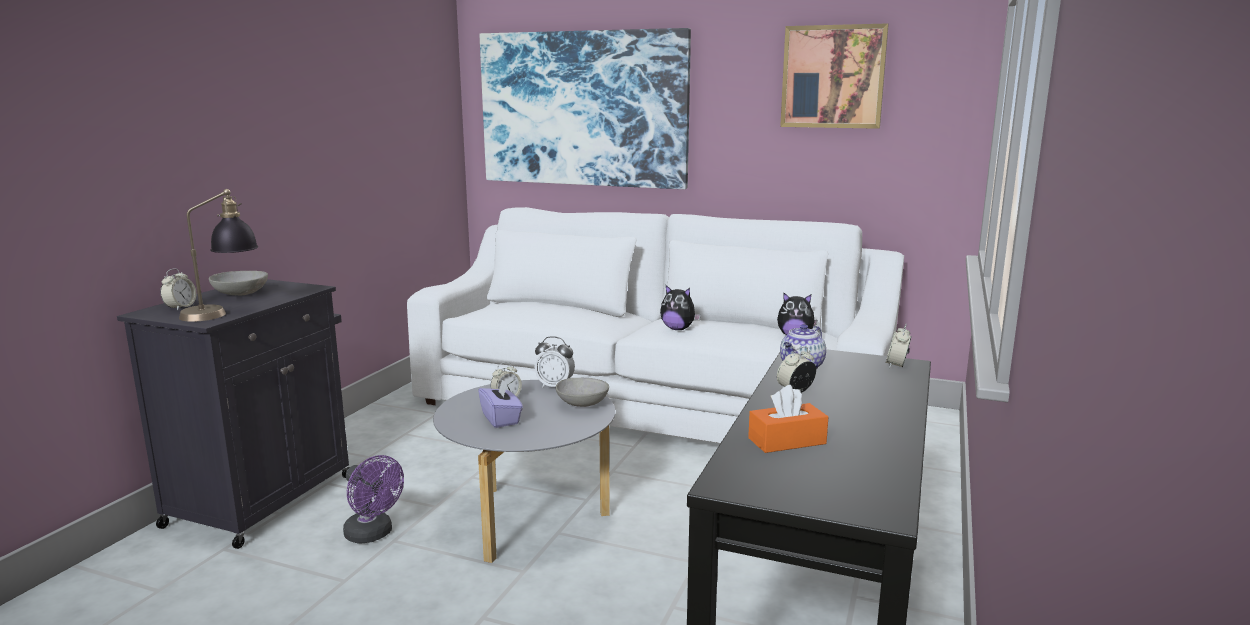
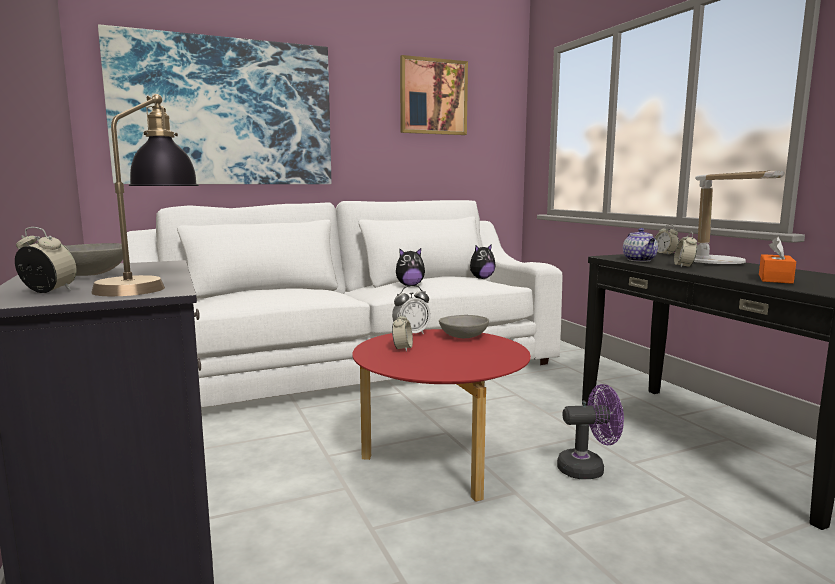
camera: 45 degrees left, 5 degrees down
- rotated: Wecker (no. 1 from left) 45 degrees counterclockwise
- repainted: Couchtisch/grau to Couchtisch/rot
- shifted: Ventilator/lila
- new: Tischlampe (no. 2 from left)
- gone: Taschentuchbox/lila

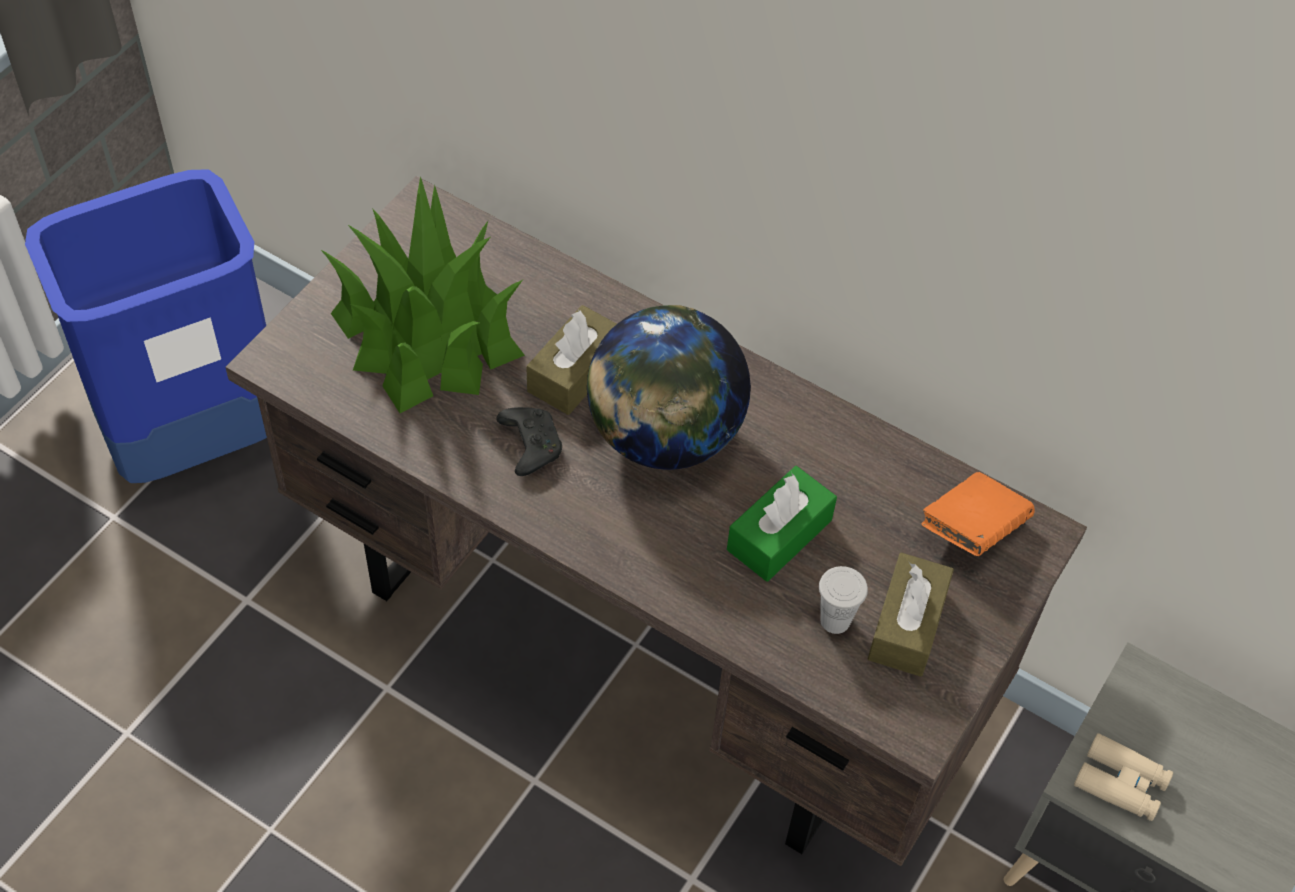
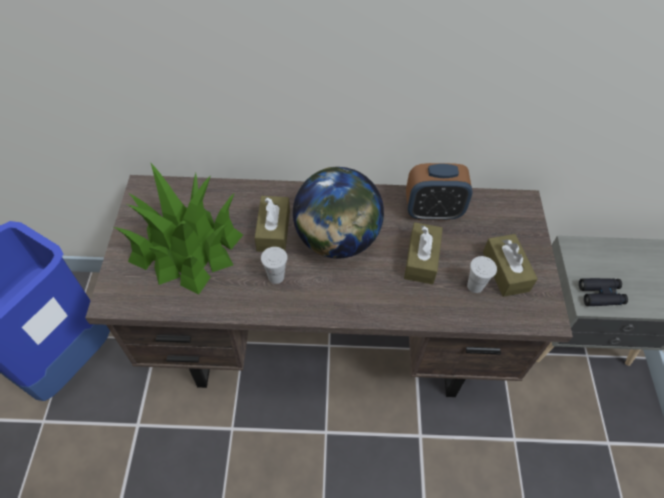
camera: 30 degrees left, 0 degrees up
- swapped: Gamepad/schwarz to Tasse/weiß (no. 1 from left)
- repainted: Taschentuchbox/grün to Taschentuchbox/braun (no. 2 from left)
- new: Wecker
- repainted: Fernglas/beige to Fernglas/schwarz
- gone: Buch/orange

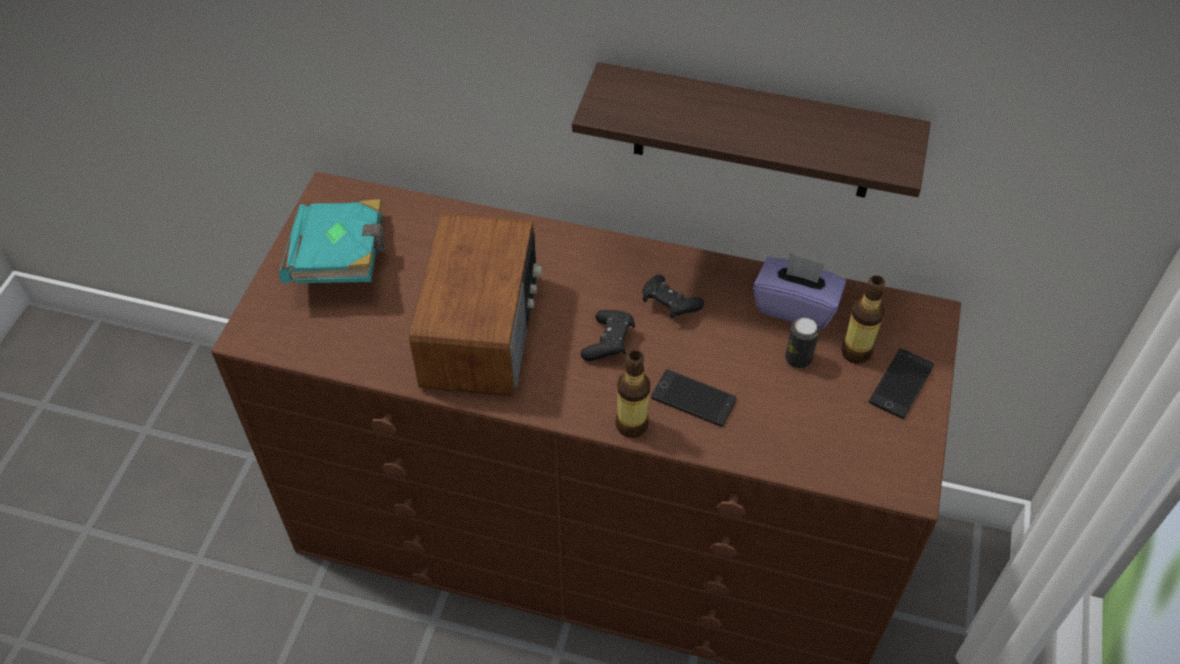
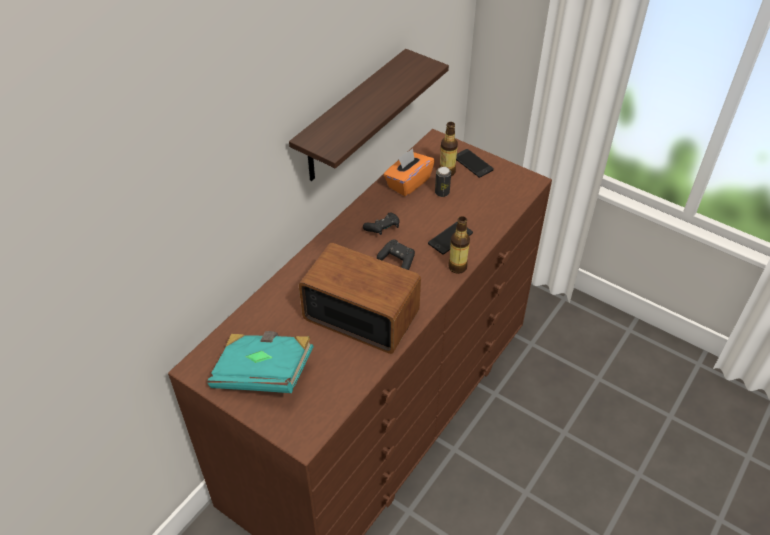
camera: 70 degrees left, 5 degrees down
- repainted: Taschentuchbox/lila to Taschentuchbox/orange

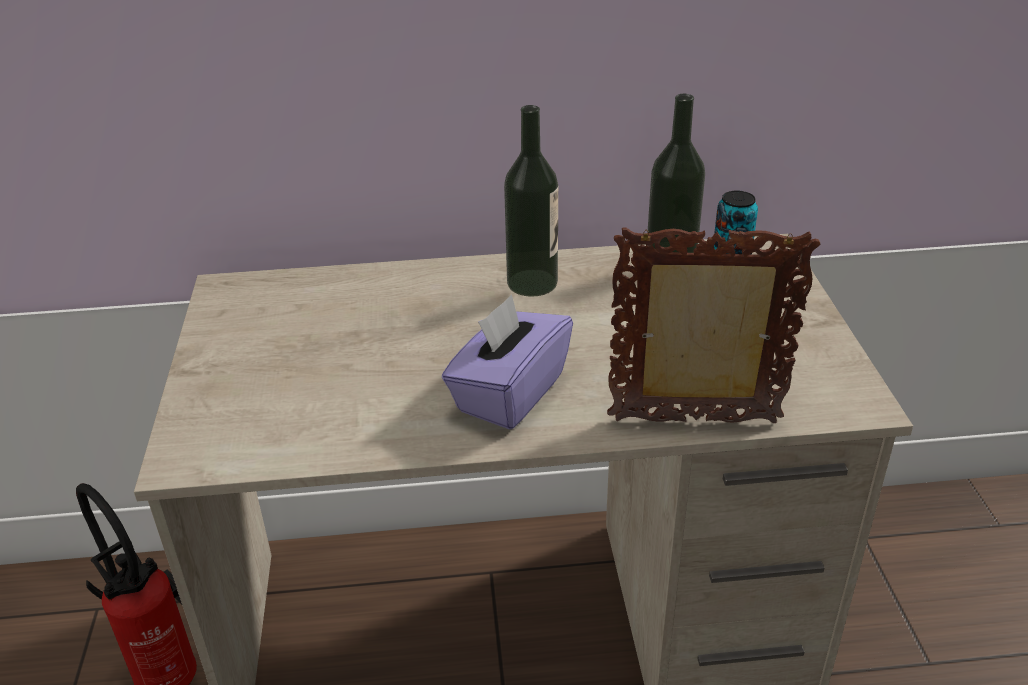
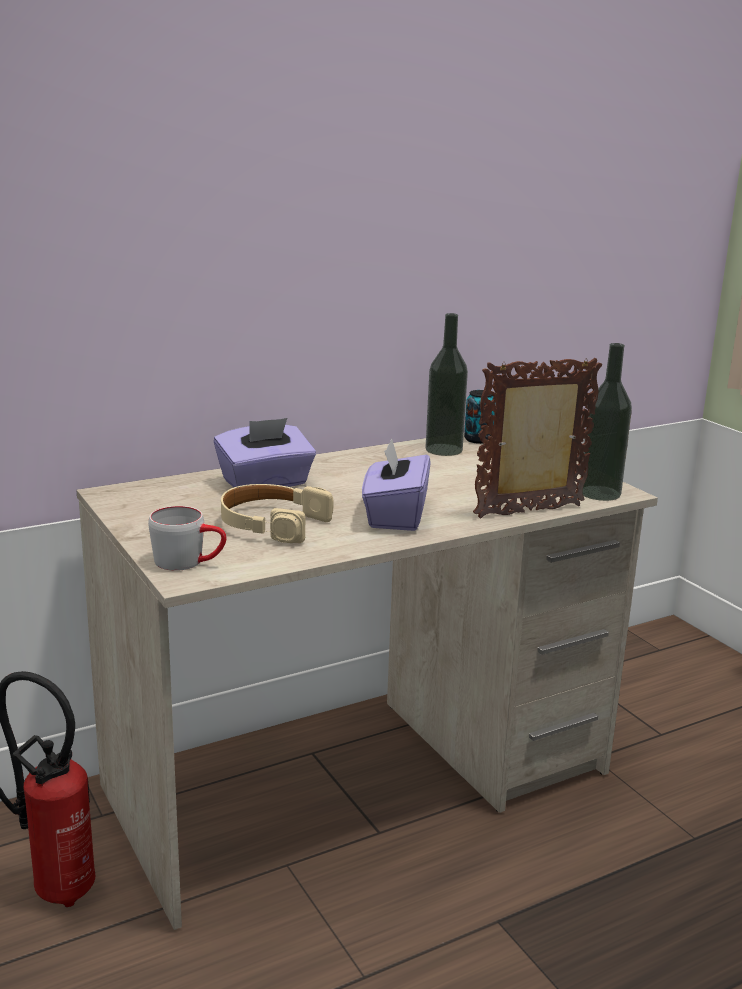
camera: 25 degrees left, 15 degrees down
- new: Henkelbecher/grau
- new: Taschentuchbox/lila (no. 1 from left)
- new: Kopfhörer/beige
- shifted: Flasche (no. 1 from left in the first image) to Flasche (no. 2 from left)

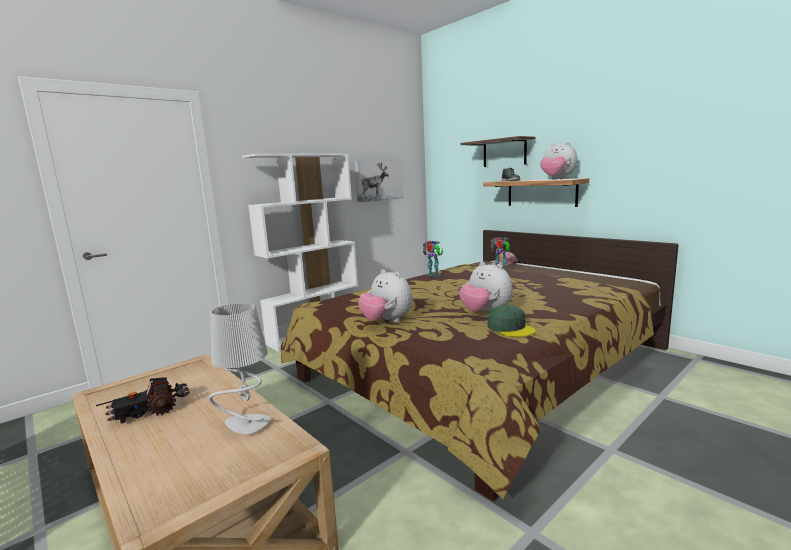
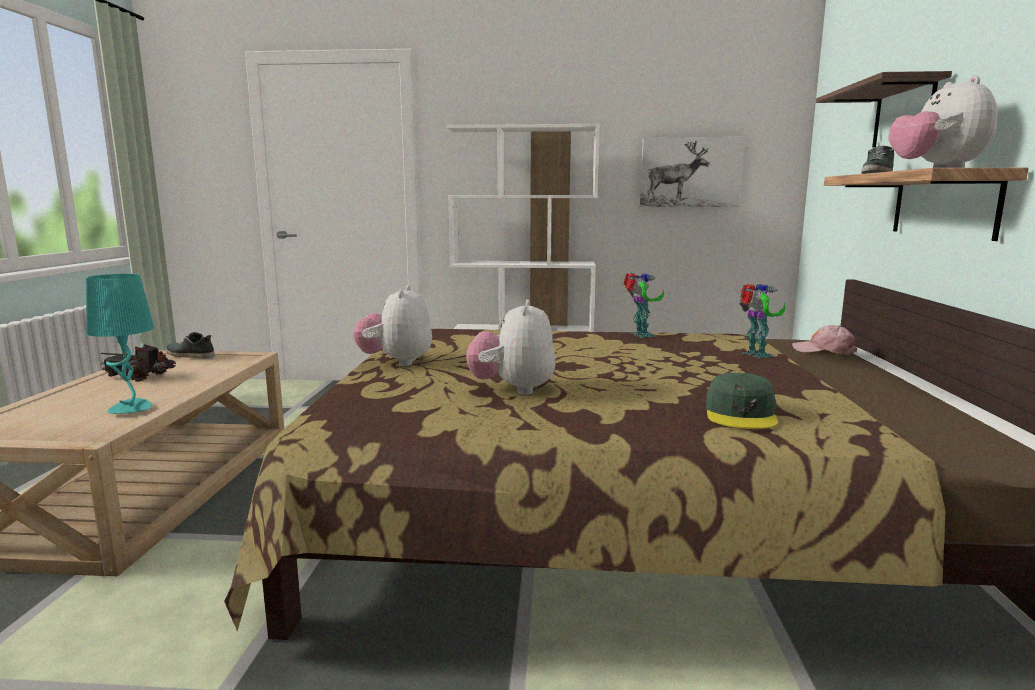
camera: 45 degrees right, 0 degrees up
- repainted: Tischlampe/grau to Tischlampe/türkis
- new: Schuh (no. 1 from left)
- shifted: Kappe/grün

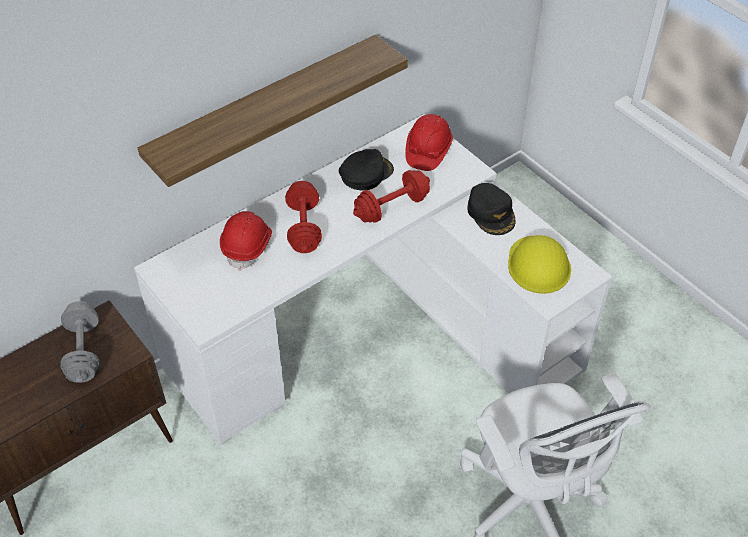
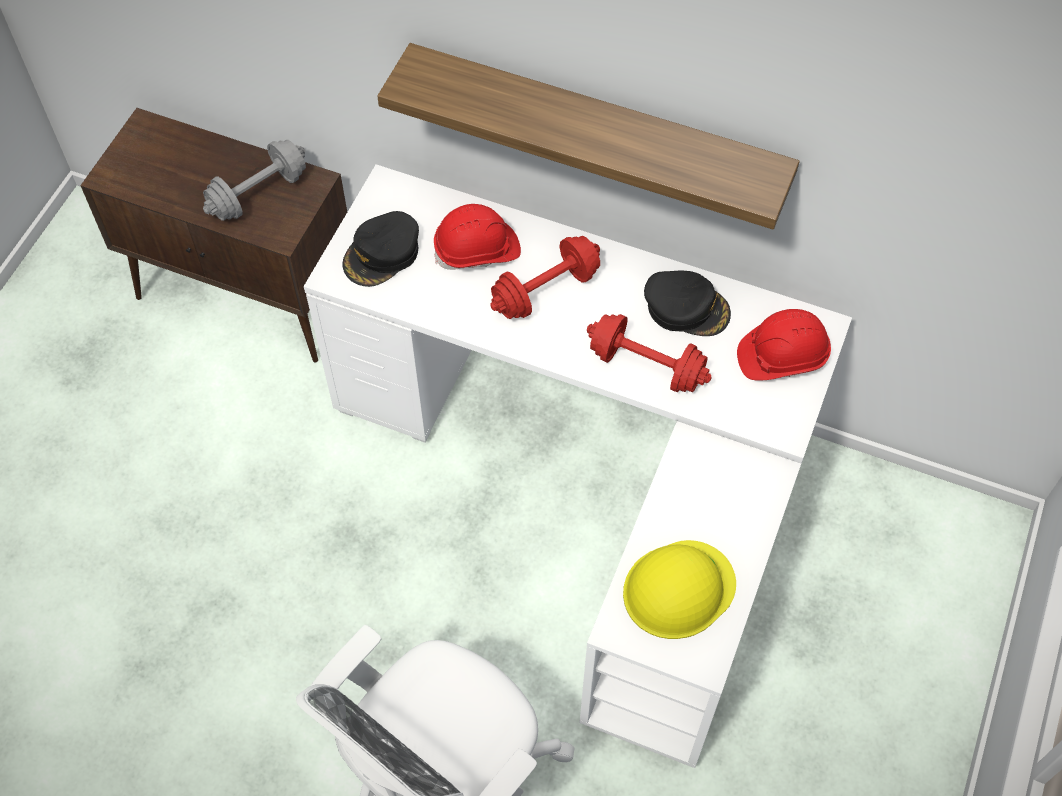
camera: 60 degrees right, 10 degrees up
- shifted: Kappe/schwarz (no. 2 from left in the first image) to Kappe/schwarz (no. 1 from left)

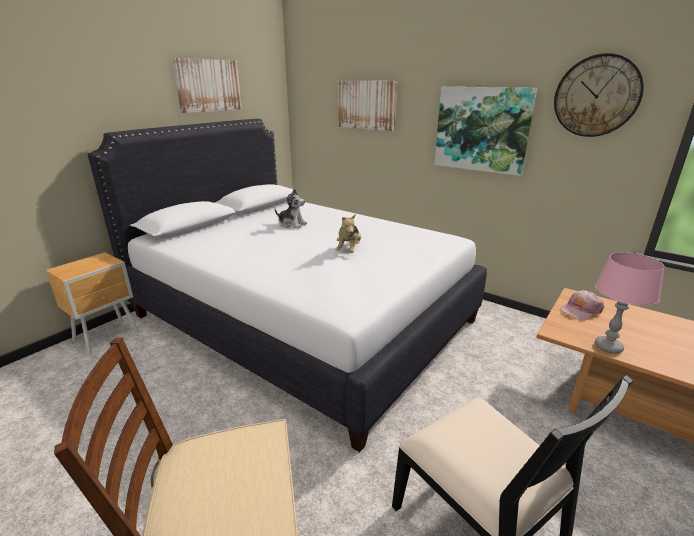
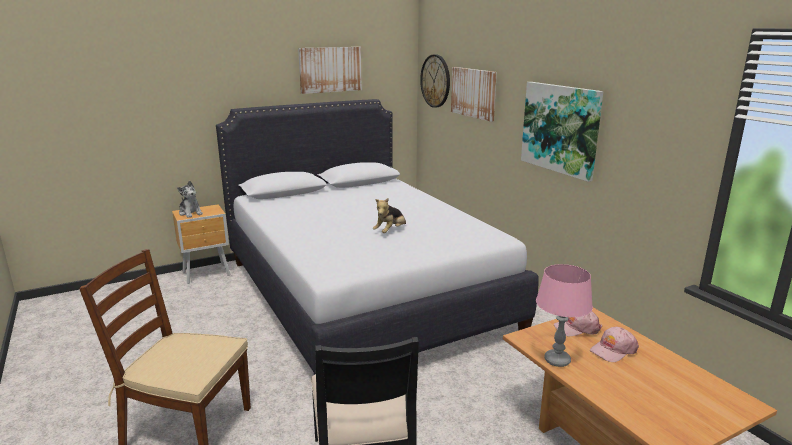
camera: 25 degrees right, 5 degrees down
- shifted: Plüschtier (no. 1 from left)
- shifted: Wanduhr
- new: Kappe/rosa (no. 2 from left)

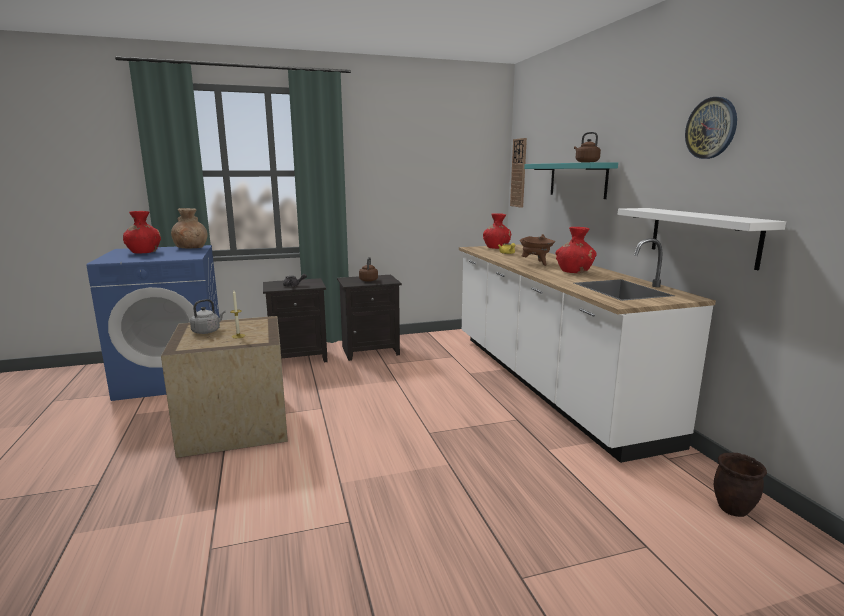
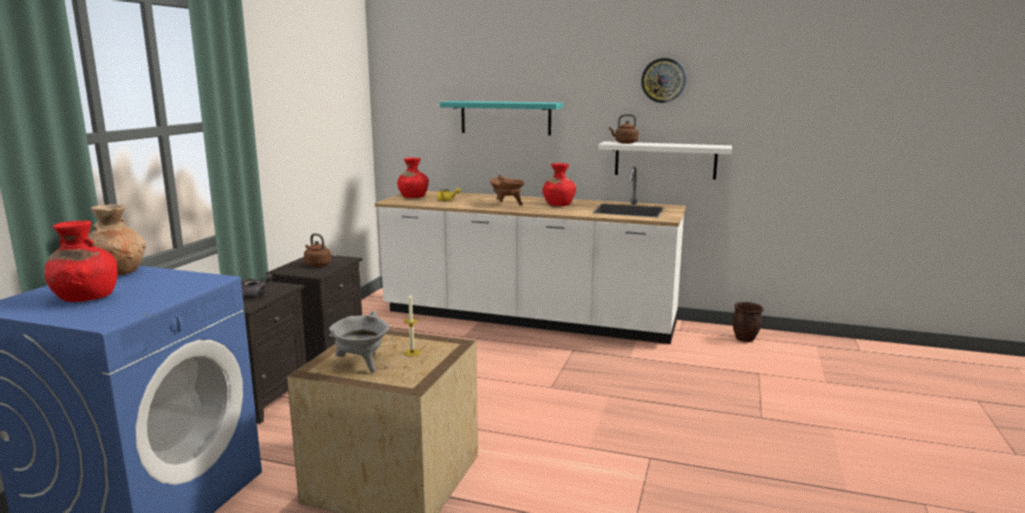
camera: 55 degrees left, 0 degrees up
- swapped: Wasserkessel/grau to Kochtopf/grau
- shifted: Wasserkessel/braun (no. 2 from left)
- gone: Wanduhr (no. 1 from left)

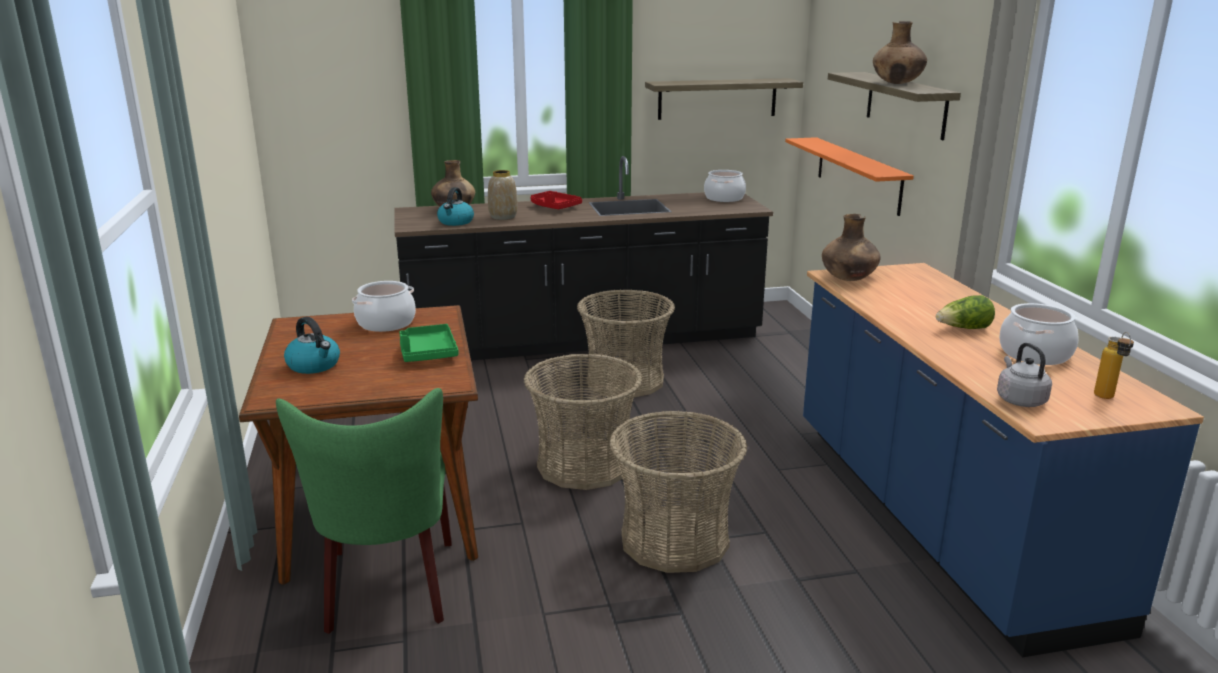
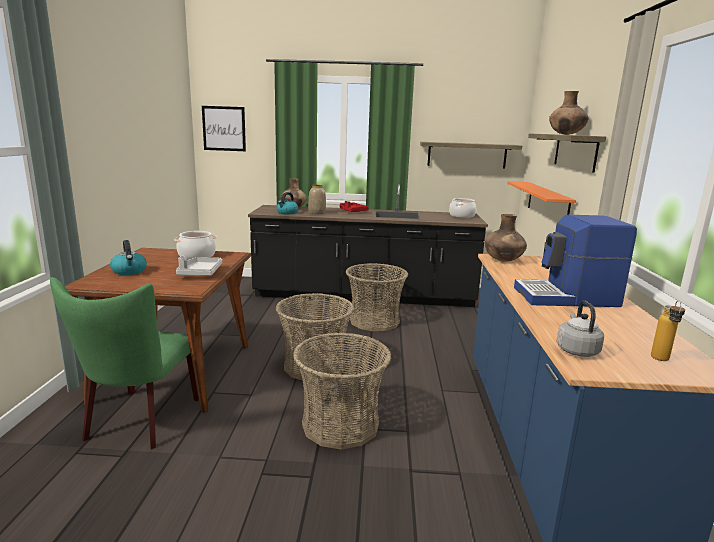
camera: 15 degrees right, 5 degrees down
- repainted: Tablett/grün to Tablett/grau
- new: Bild
- swapped: Salatkopf to Kaffeemaschine
- gone: Kochtopf (no. 3 from left)

